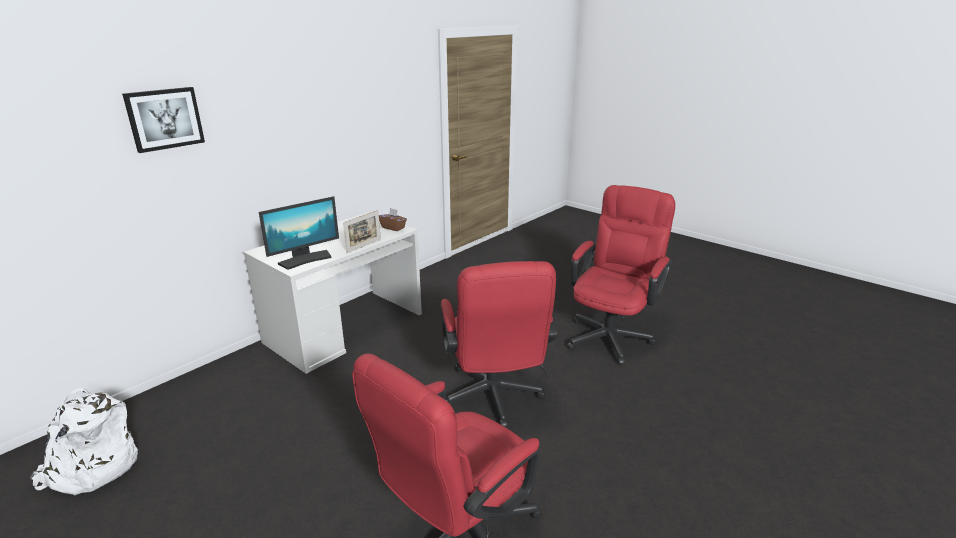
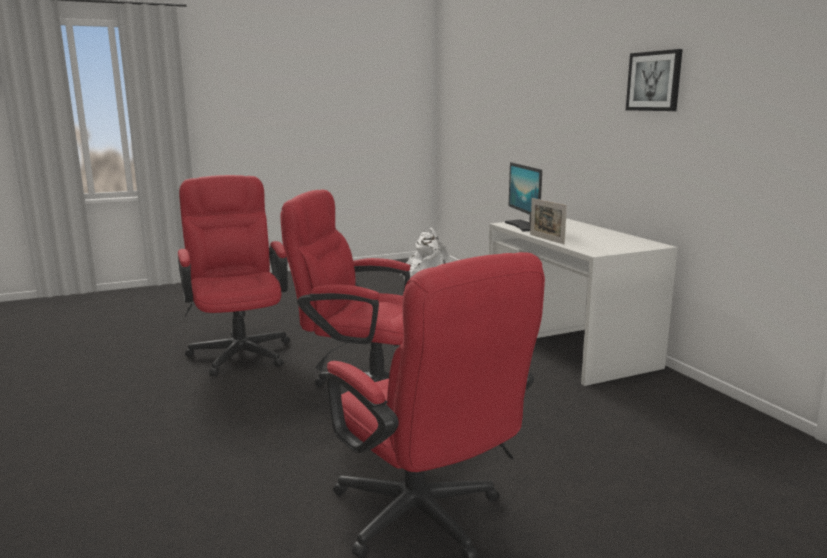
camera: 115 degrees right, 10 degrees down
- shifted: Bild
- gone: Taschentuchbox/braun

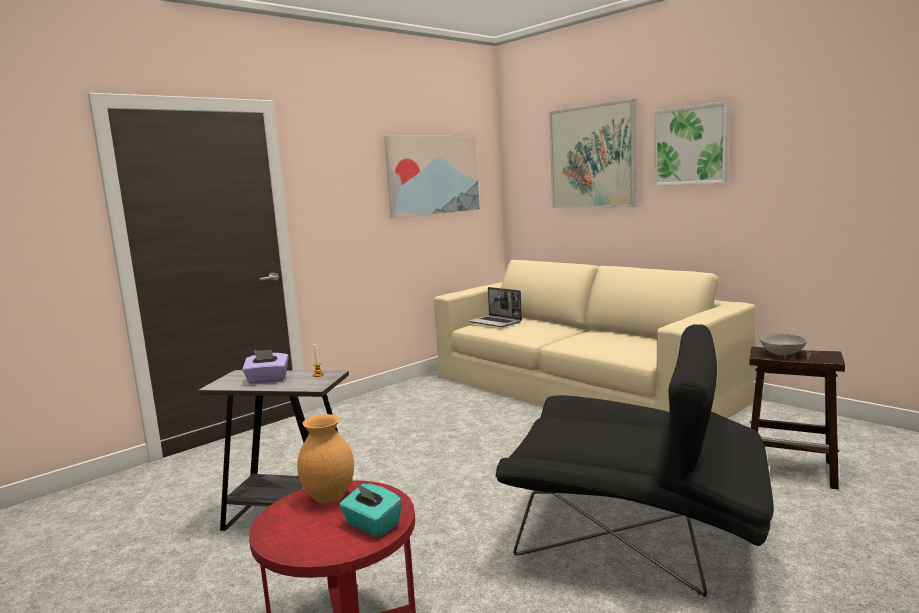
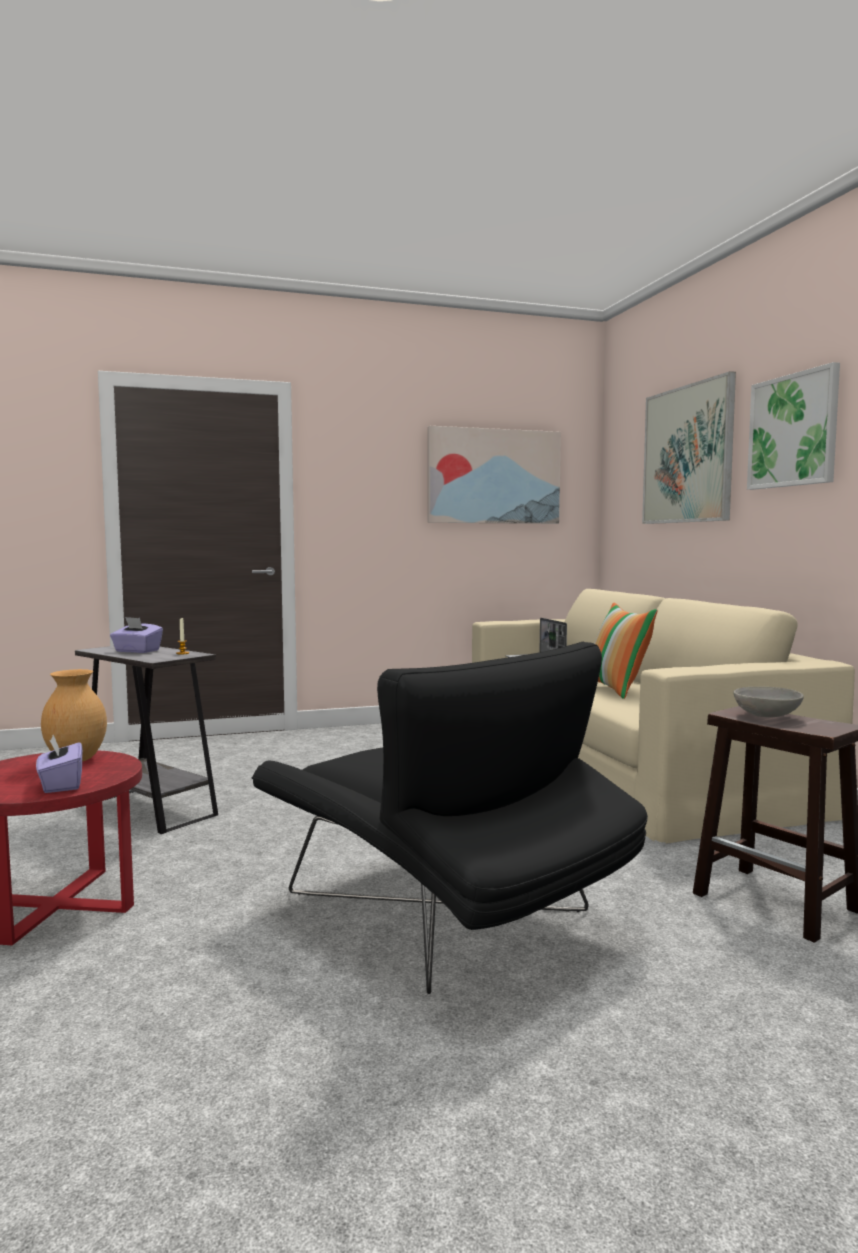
camera: 25 degrees right, 5 degrees down
- repainted: Taschentuchbox/türkis to Taschentuchbox/lila (no. 1 from left)
- new: Kissen

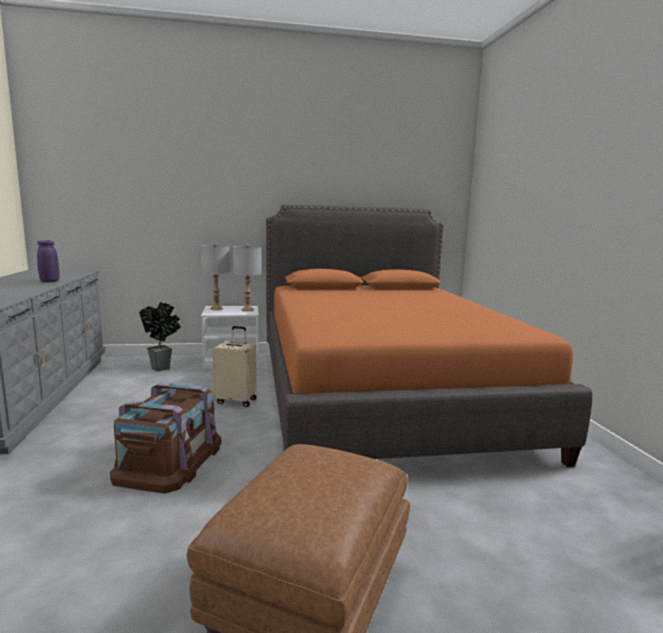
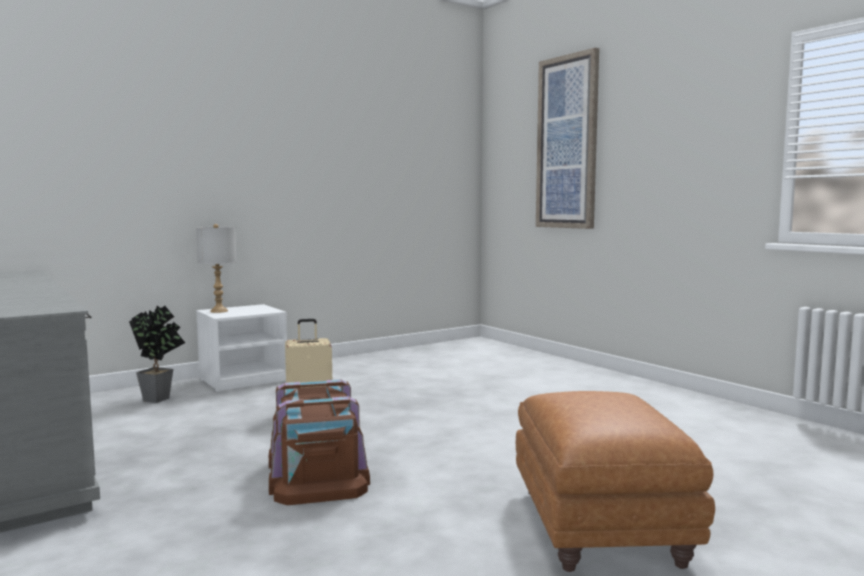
camera: 25 degrees left, 5 degrees down
- new: Bild
- gone: Vase/lila
- gone: Tischlampe/grau (no. 2 from left)
- gone: Bett/orange

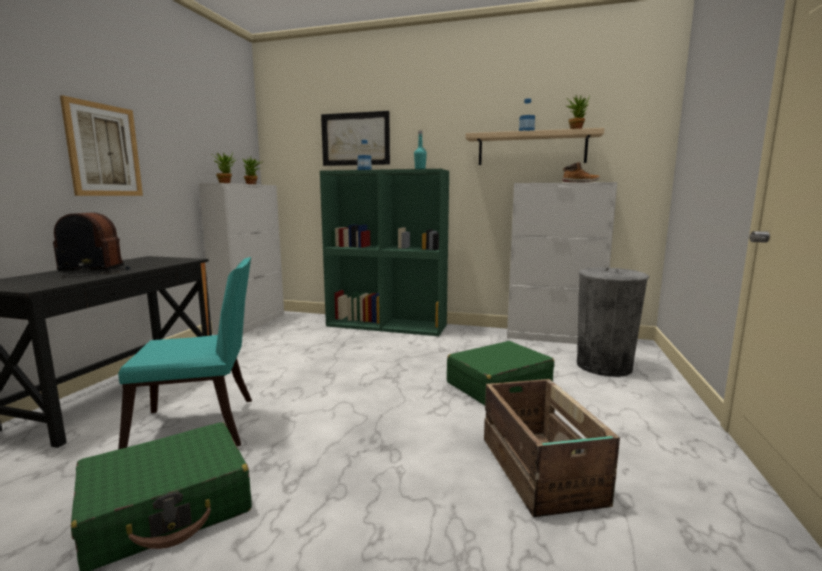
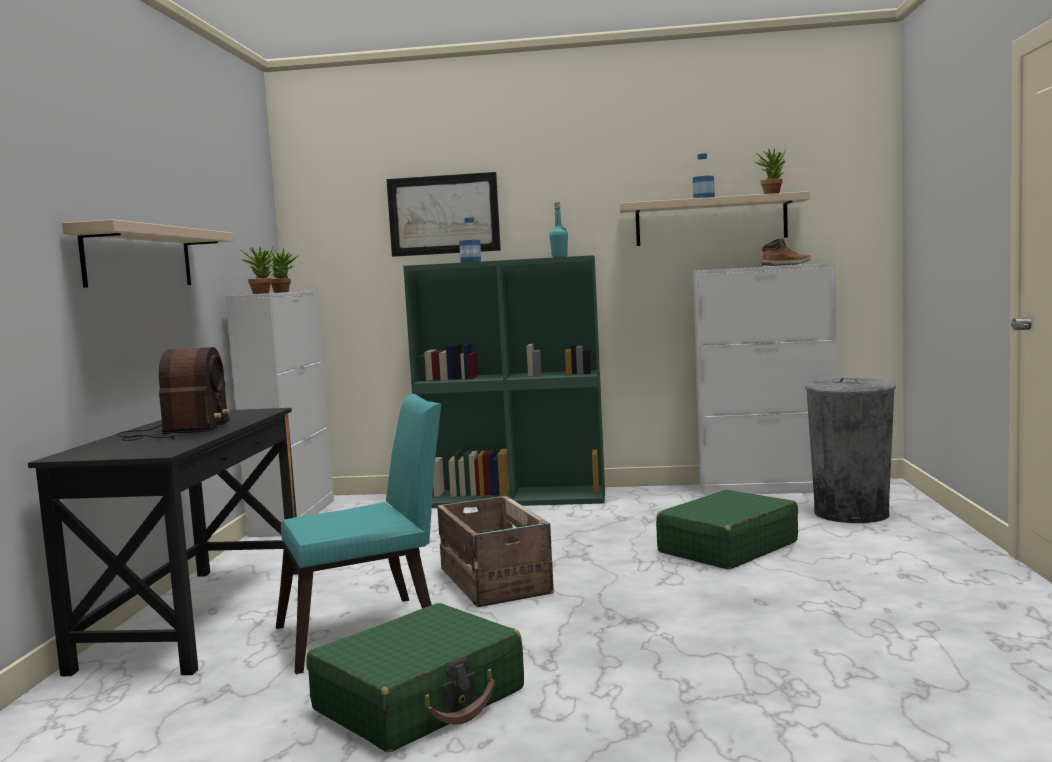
camera: 10 degrees left, 5 degrees down
- swapped: Bild (no. 1 from left) to Wandregal/beige (no. 1 from left)
- rotated: Radio 105 degrees clockwise
- shifted: Kiste

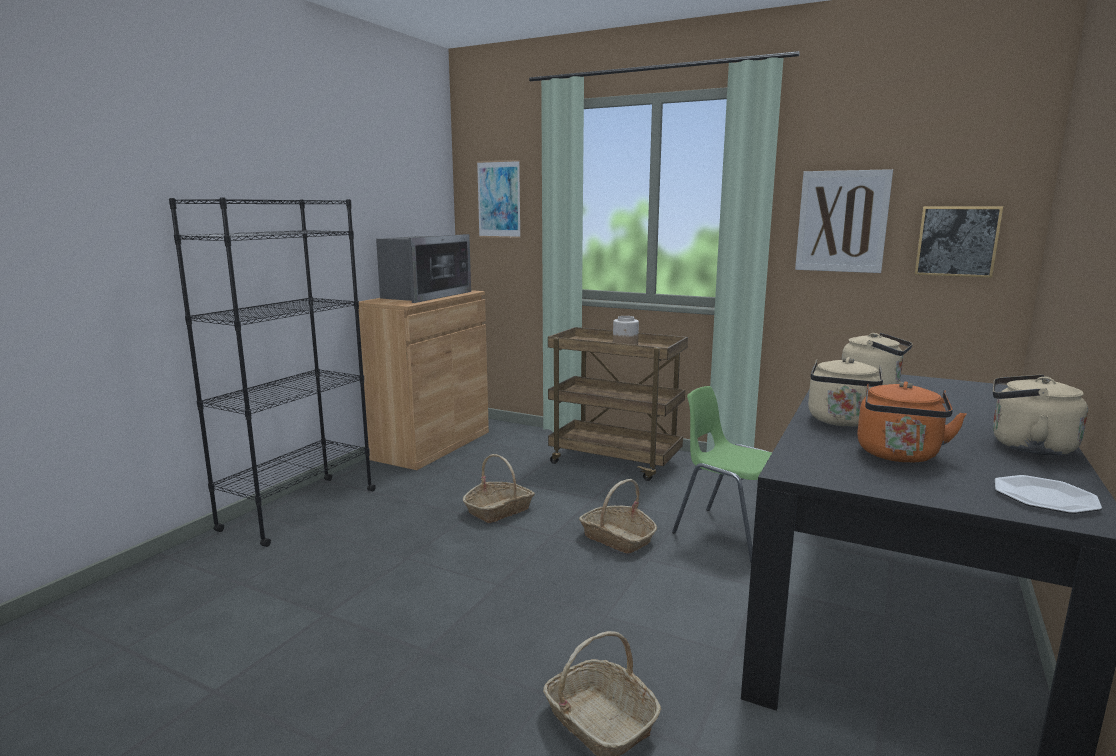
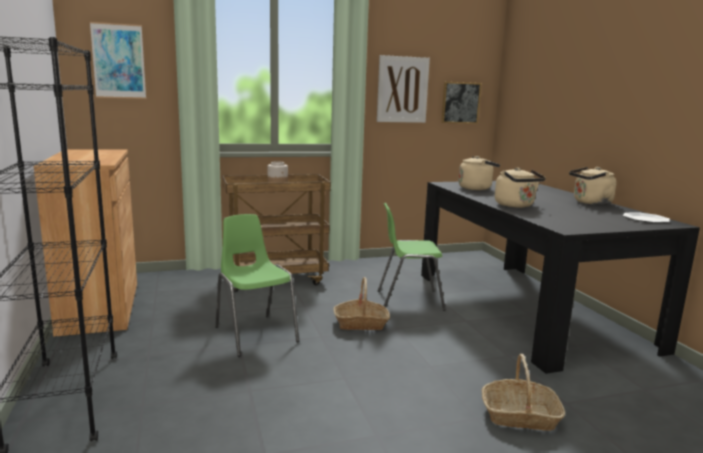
camera: 45 degrees left, 0 degrees up
- swapped: Korb (no. 1 from left) to Stuhl/grün (no. 1 from left)
- gone: Mikrowelle
- gone: Wasserkessel/orange

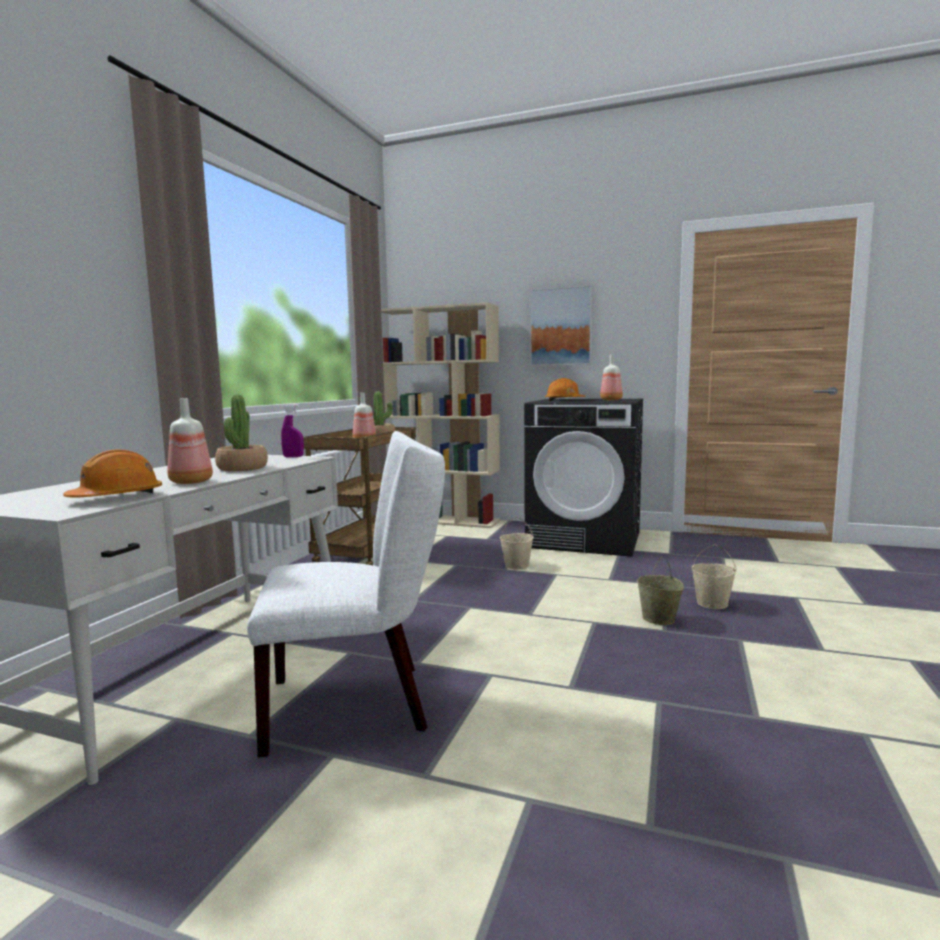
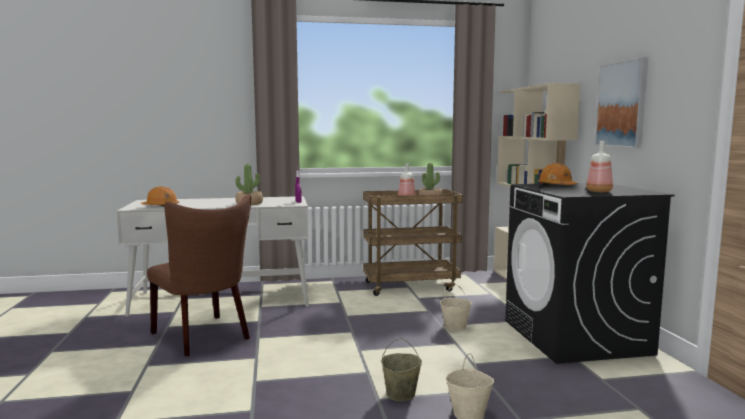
camera: 60 degrees right, 0 degrees up
- repainted: Stuhl/weiß to Stuhl/braun
- gone: Flasche (no. 1 from left)

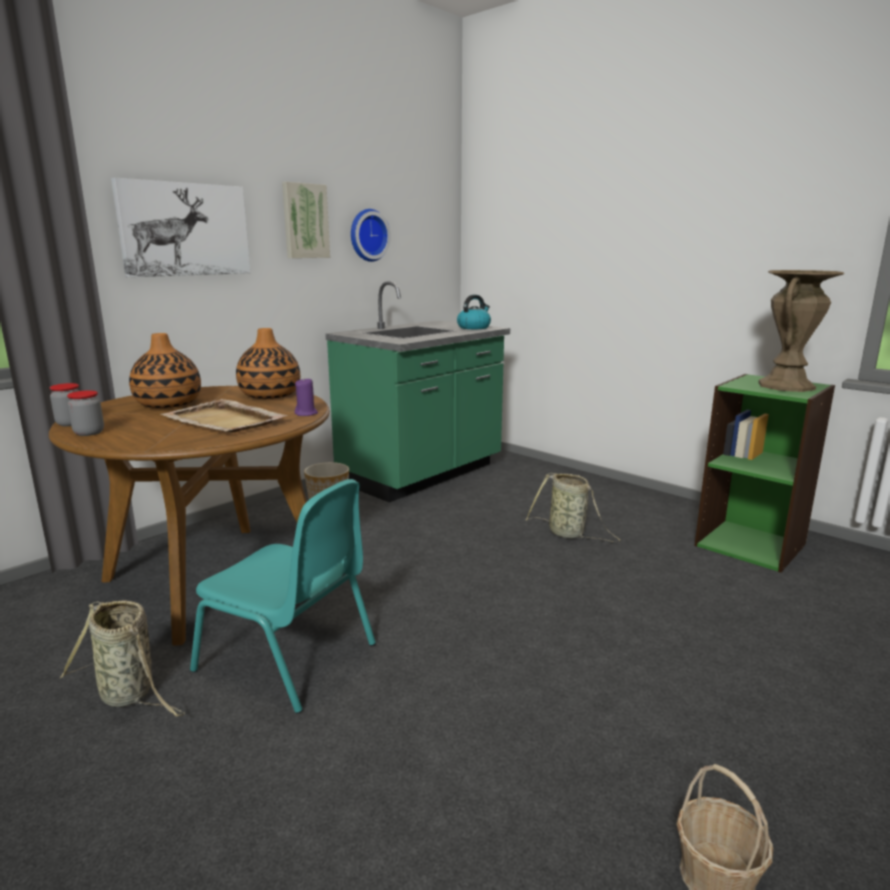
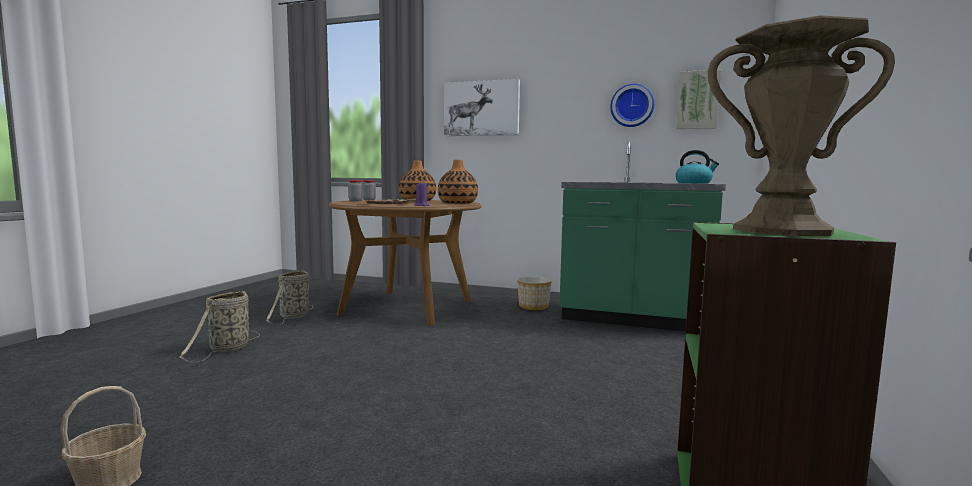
camera: 65 degrees right, 10 degrees down
- shifted: Korb (no. 2 from left)
- shifted: Bild (no. 2 from left)
- gone: Stuhl/türkis

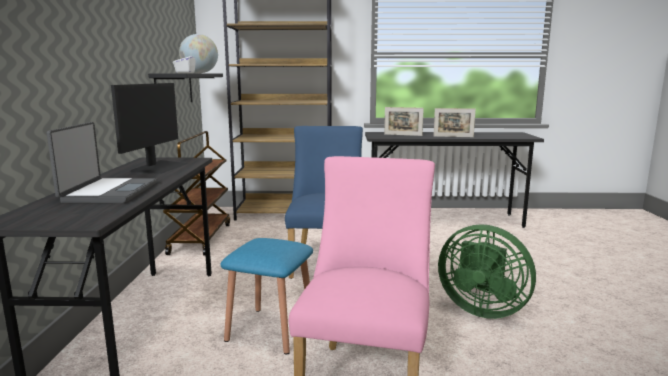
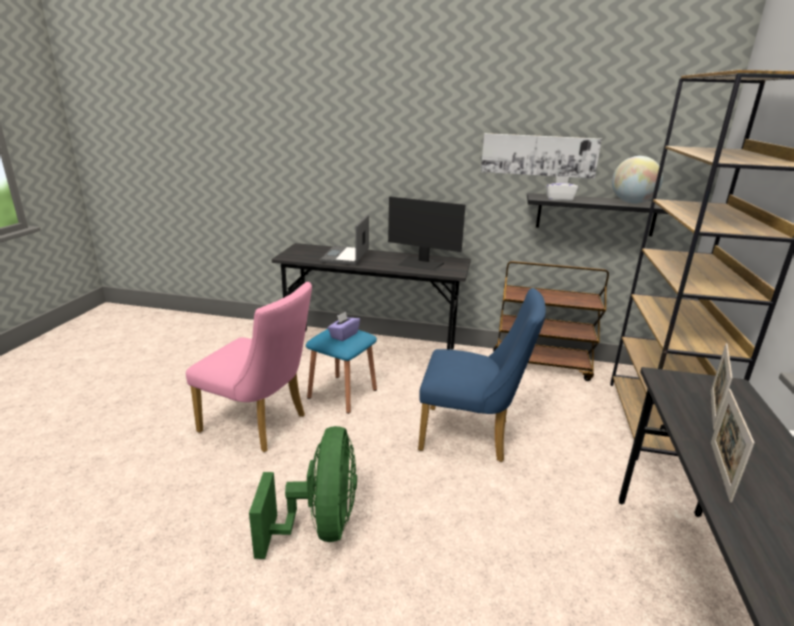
camera: 100 degrees right, 10 degrees up
- rotated: Ventilator/grün 135 degrees clockwise
- rotated: Laptop 90 degrees clockwise
- new: Taschentuchbox/lila
- new: Bild

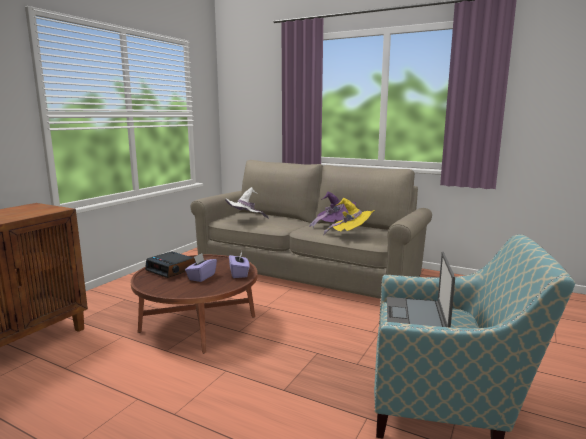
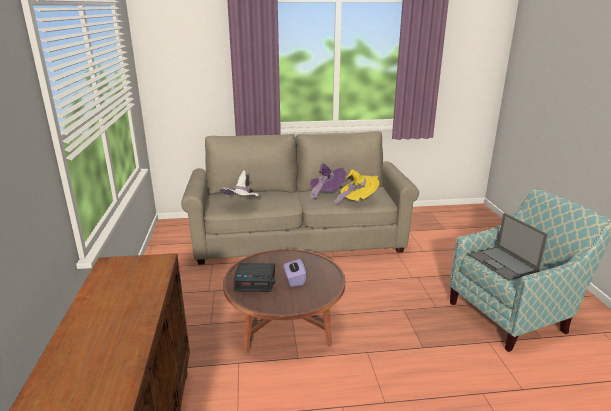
camera: 35 degrees left, 10 degrees up
- gone: Taschentuchbox/lila (no. 2 from left)

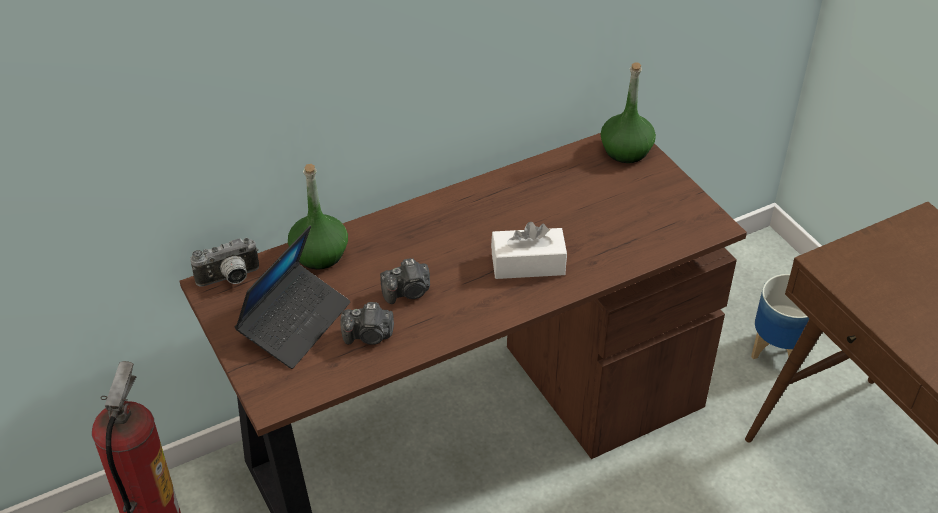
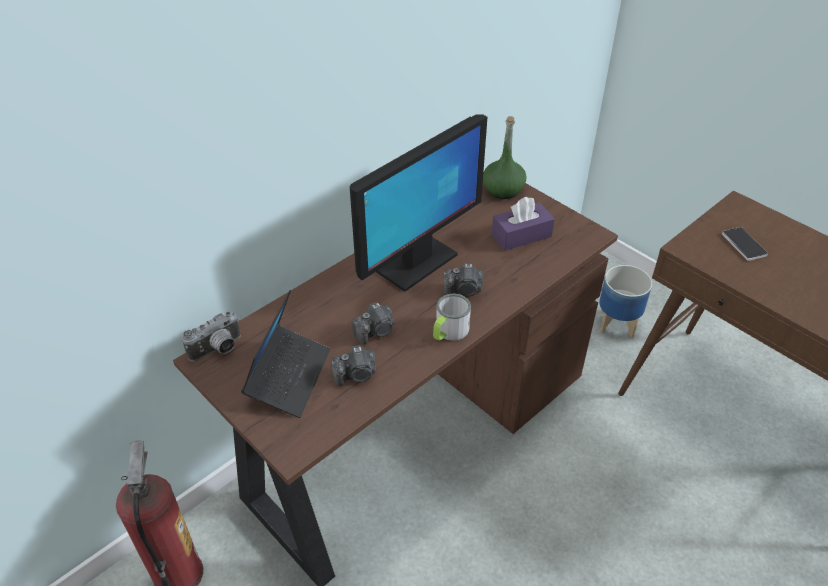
camera: 15 degrees left, 0 degrees up
- new: Monitor
- new: Henkelbecher
- swapped: Taschentuchbox/weiß to Kamera (no. 4 from left)
- new: Taschentuchbox/lila
- new: Handy
- gone: Flasche/grün (no. 1 from left)

